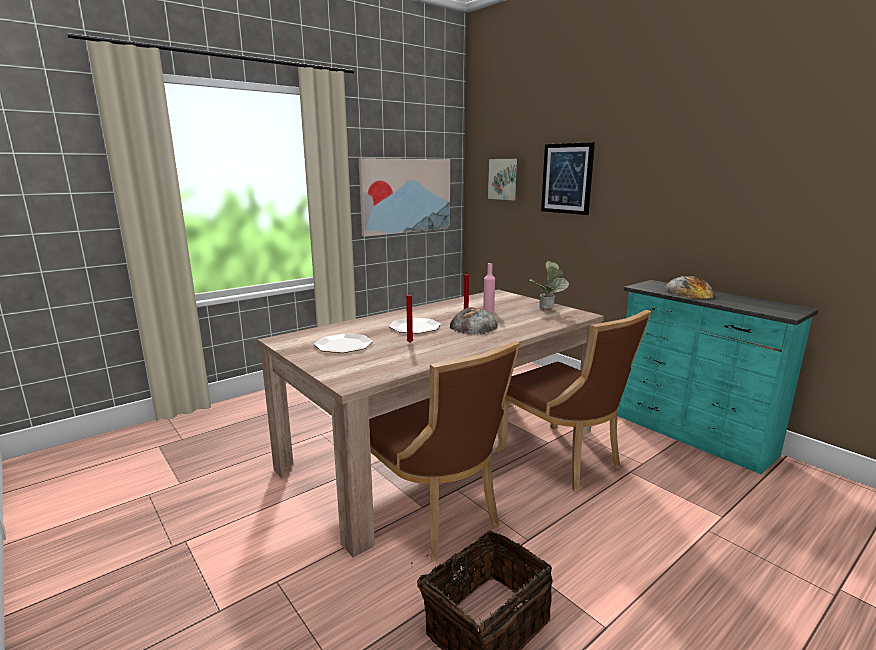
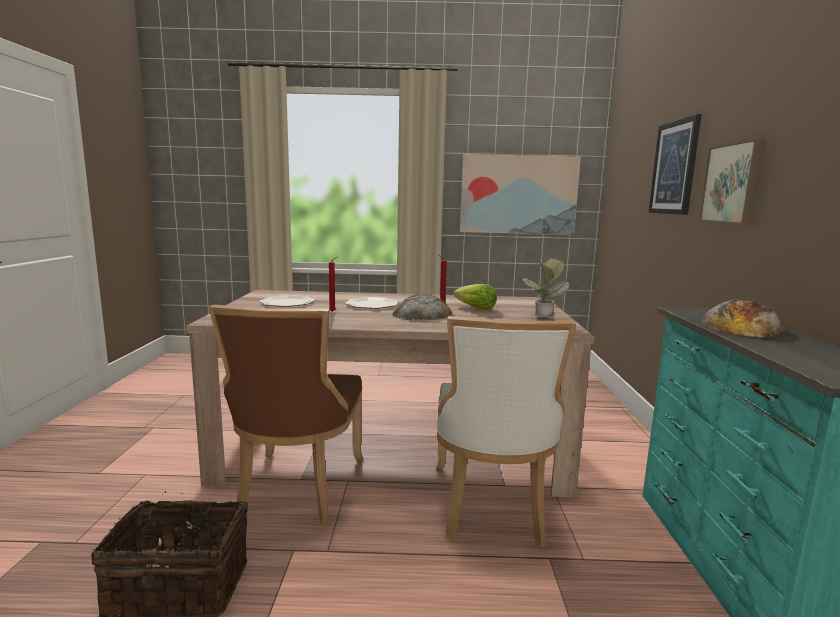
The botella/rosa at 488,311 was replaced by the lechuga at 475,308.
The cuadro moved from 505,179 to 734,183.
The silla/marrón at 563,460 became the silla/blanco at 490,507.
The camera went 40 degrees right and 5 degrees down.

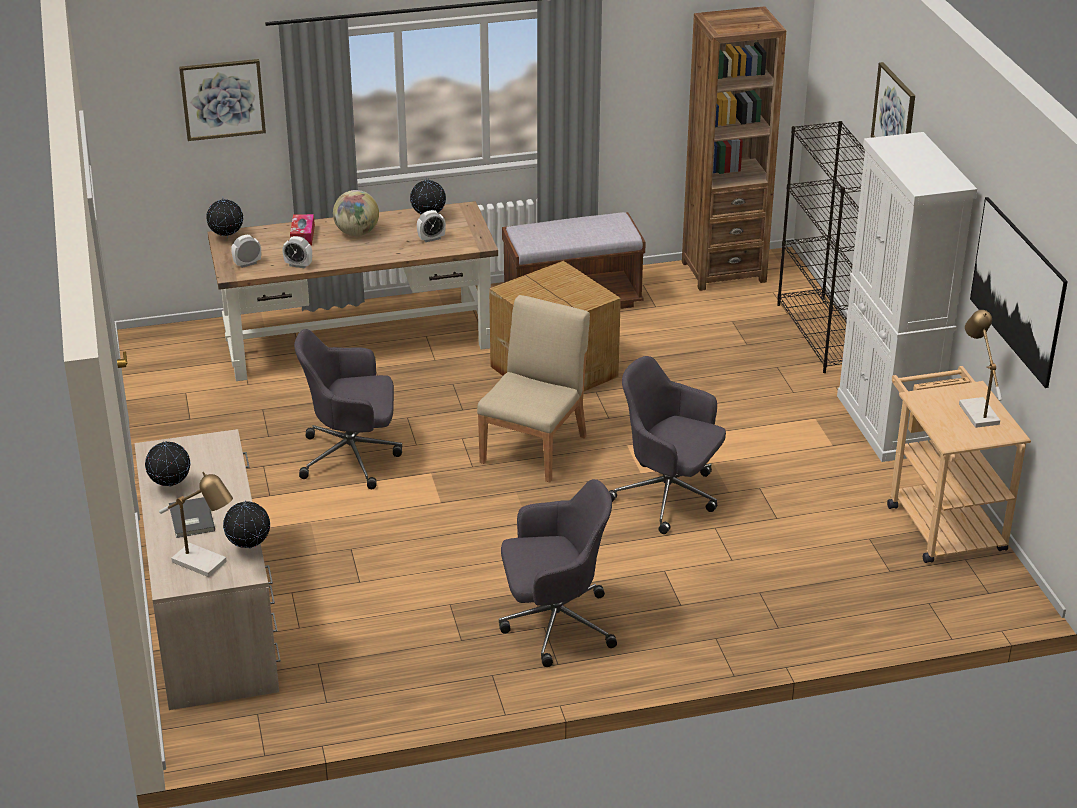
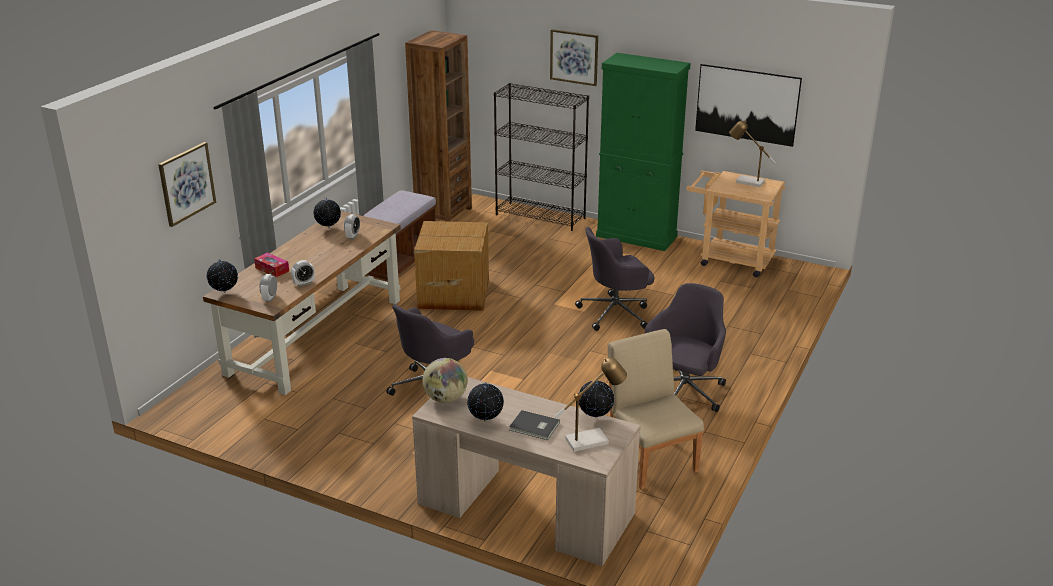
The globo terráqueo moved from 357,233 to 445,399.
The silla/beis moved from 535,448 to 650,458.
The armario/blanco at 886,424 became the armario/verde at 636,236.
The camera went 50 degrees left and 5 degrees down.

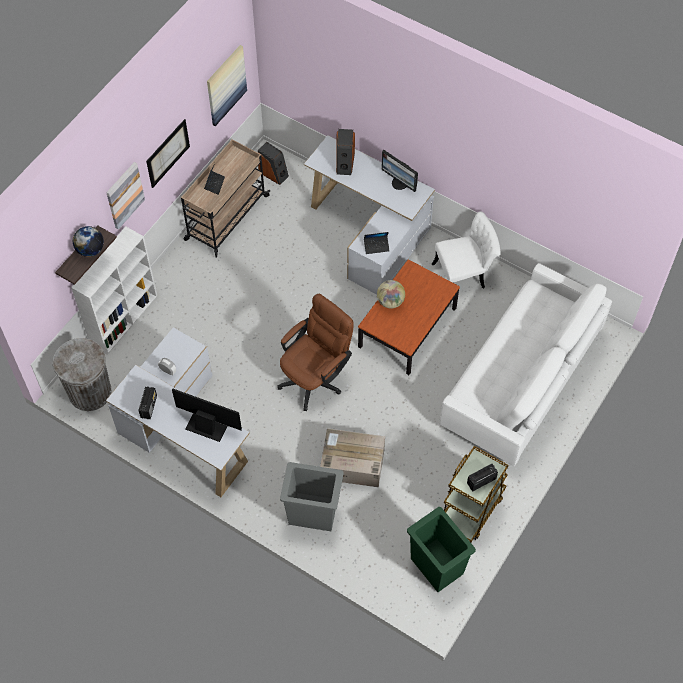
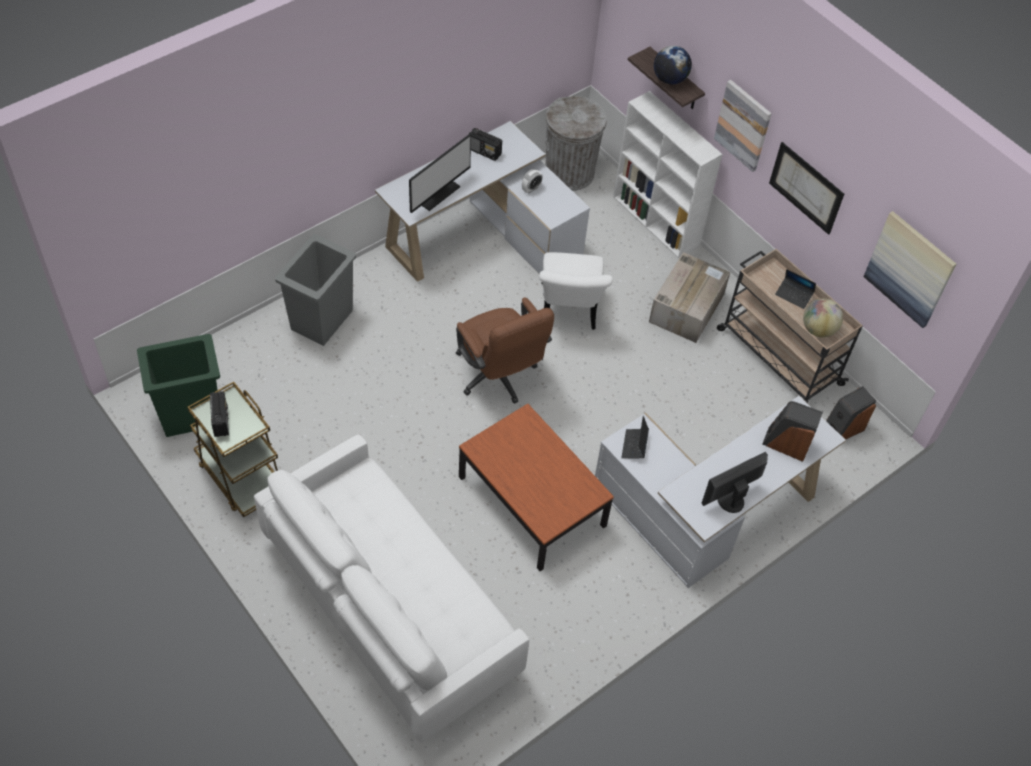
The caja de cartón moved from 351,464 to 687,307.
The globo terráqueo moved from 390,301 to 818,329.
The silla/blanco moved from 464,275 to 568,312.
The camera went 105 degrees right and 5 degrees down.

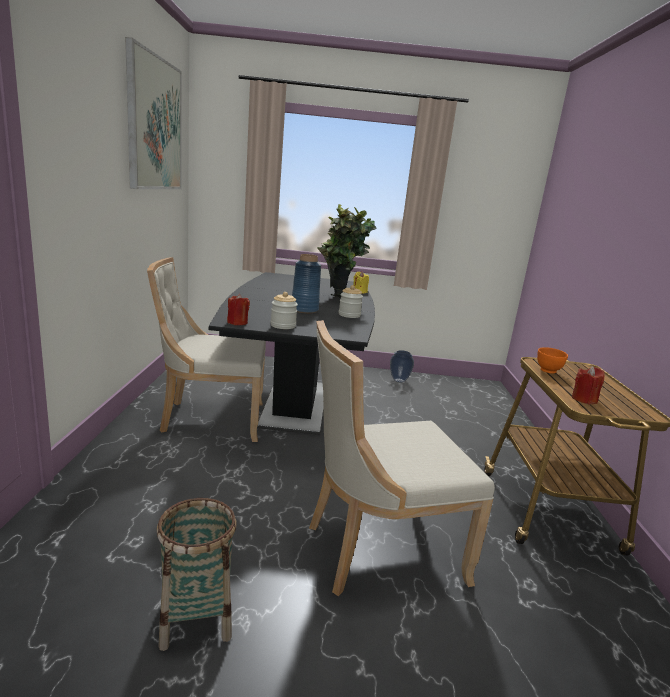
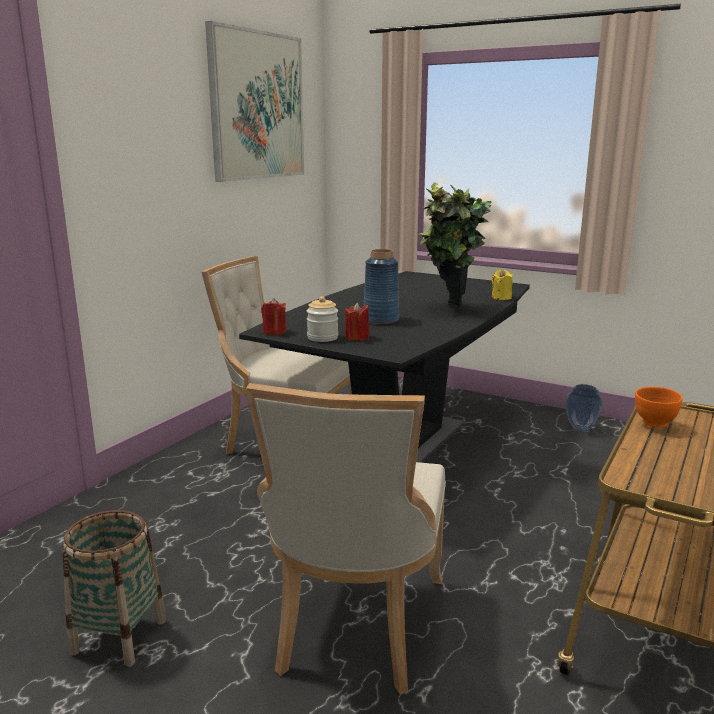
The silla/beis at 377,550 turned 90 degrees counterclockwise.
The tarro at 349,315 disappeared.
The vela/rojo moved from 584,399 to 357,337.
The camera went 30 degrees right and 0 degrees up.

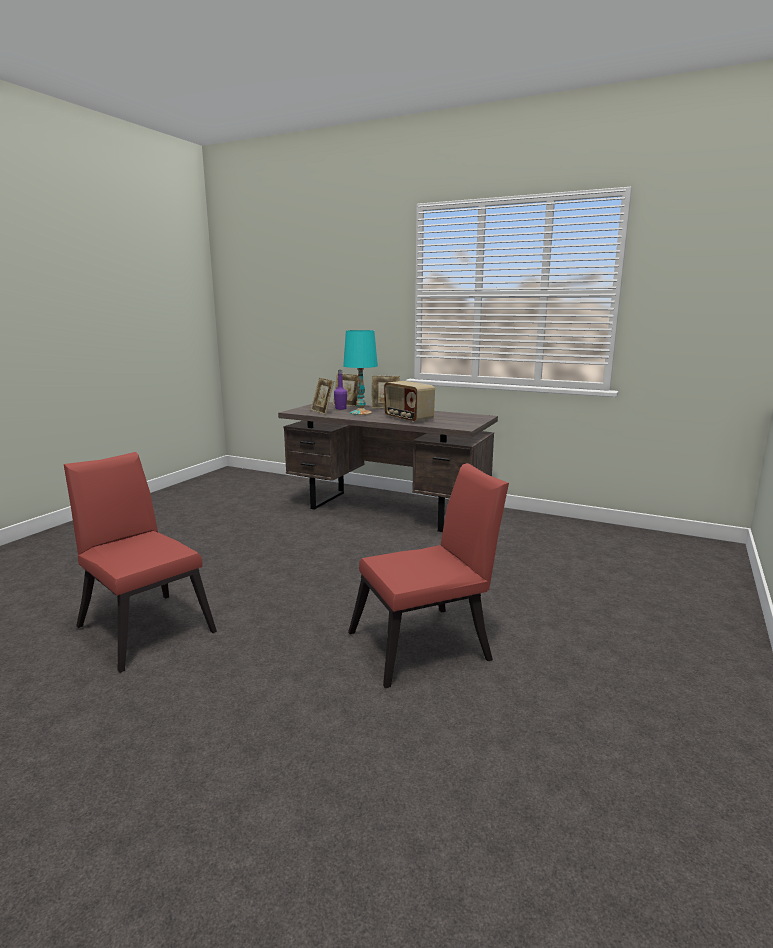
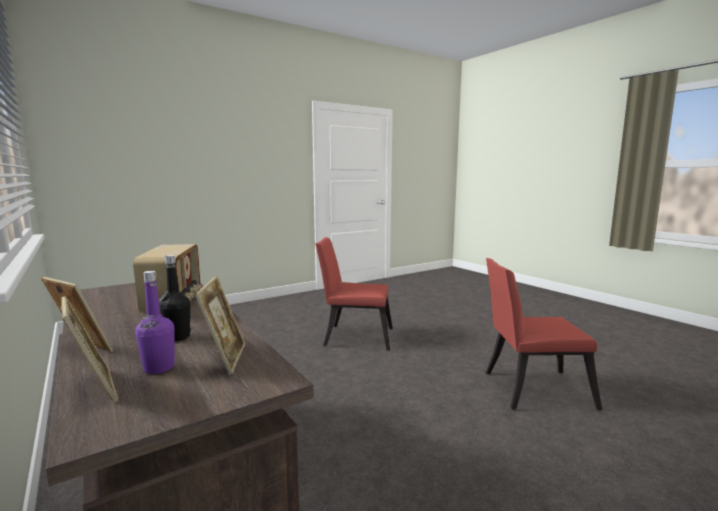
The silla/rojo at 144,625 turned 105 degrees clockwise.
The lámpara de mesa/turquesa at 360,413 was replaced by the botella/negro at 177,337.
The camera went 150 degrees left and 5 degrees down.

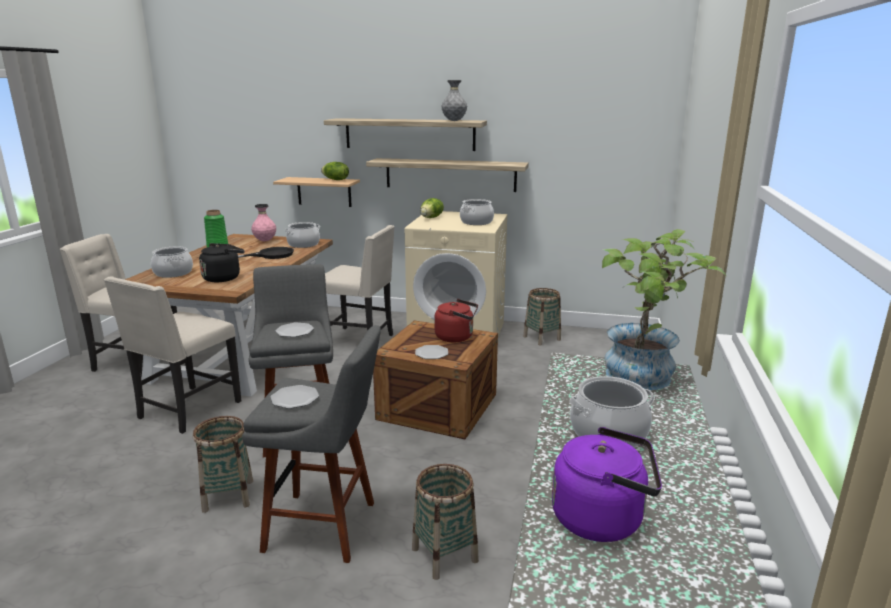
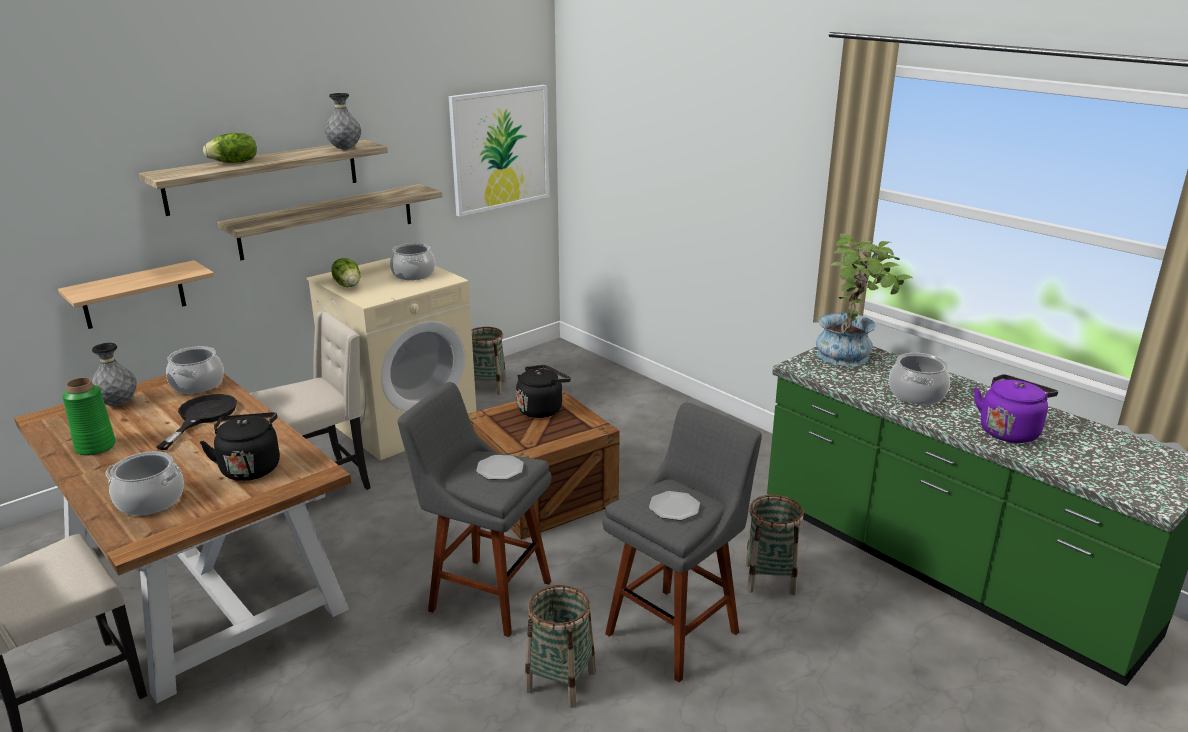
The silla/beis at 187,410 disappeared.
The florero/rosa at 265,241 became the florero/gris at 118,404.
The lechuga moved from 335,180 to 234,162.
The plato at 431,353 disappeared.
The hervidor/rojo at 456,337 became the hervidor/negro at 542,409.
The cuadro at 500,149 appeared.
The camera went 55 degrees left and 5 degrees up.

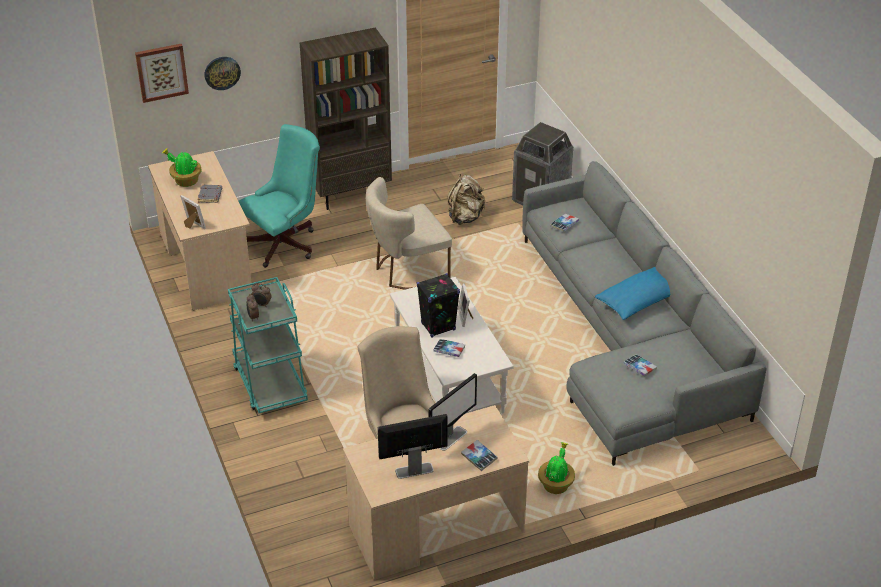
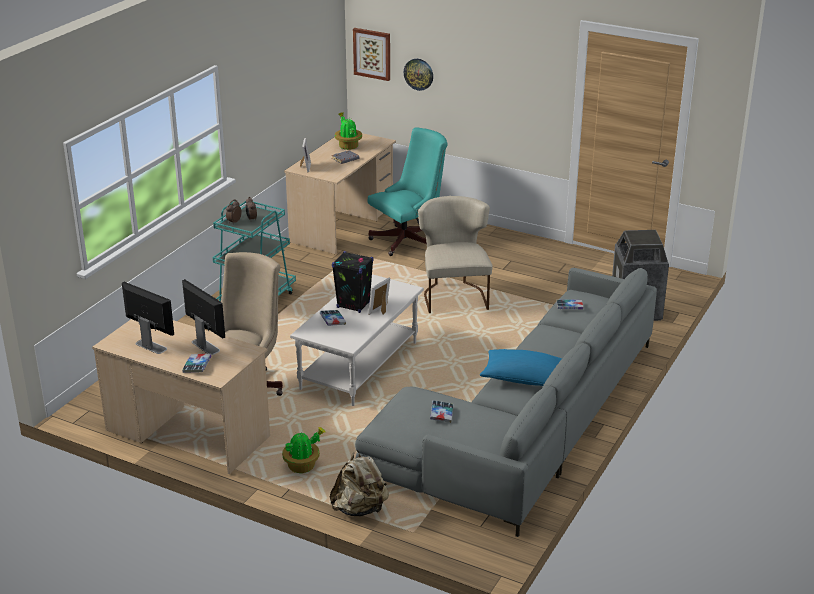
The silla de oficina/turquesa at 285,243 turned 45 degrees counterclockwise.
The estantería/marrón at 351,194 disappeared.
The silla/beis at 406,270 turned 60 degrees clockwise.
The monitor at 451,438 turned 135 degrees counterclockwise.
The mochila/beis moved from 465,217 to 360,509.
The camera went 50 degrees right and 10 degrees down.

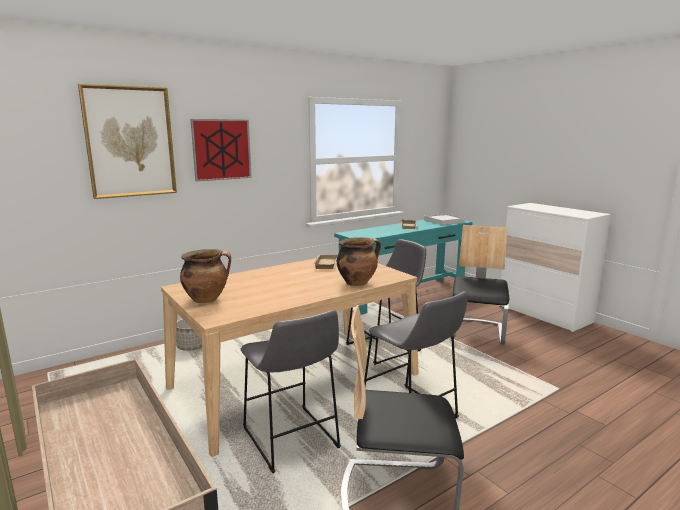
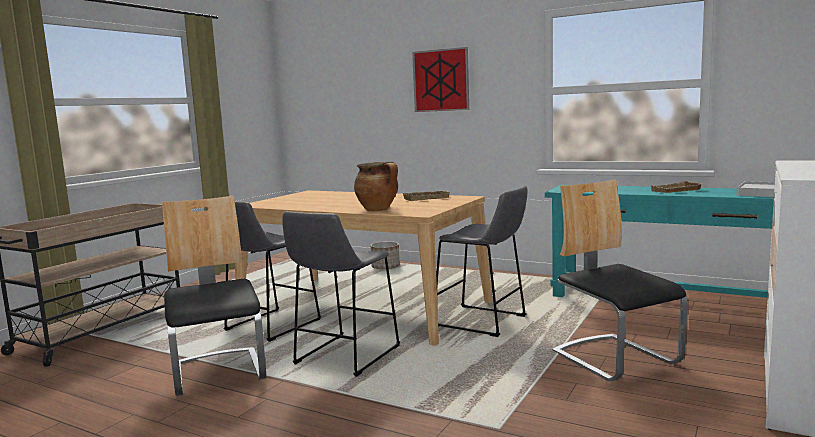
The cuadro at 130,142 disappeared.
The olla at 207,299 disappeared.
The silla at 477,332 turned 105 degrees counterclockwise.
The camera went 65 degrees right and 5 degrees down.

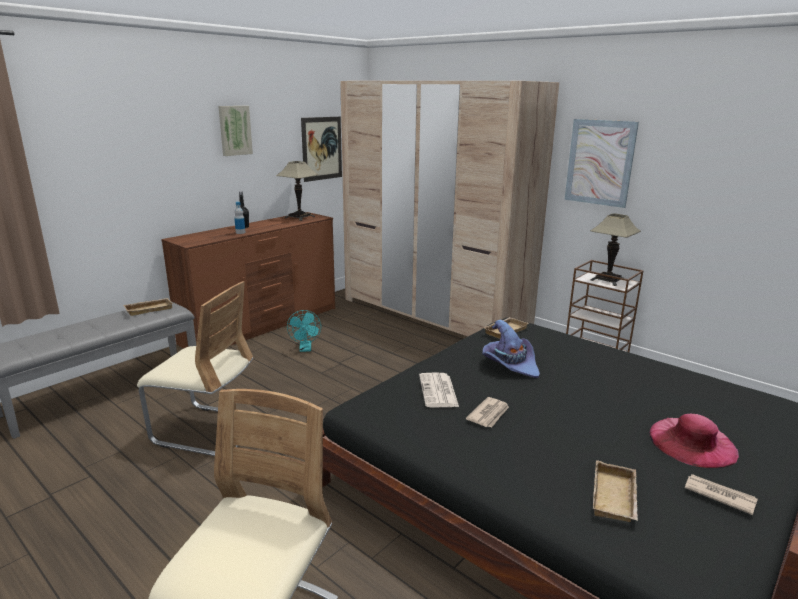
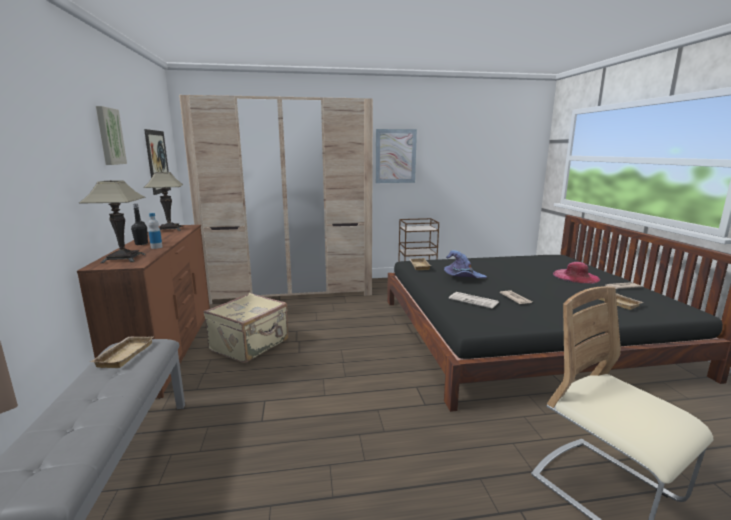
The silla/beis at 207,431 disappeared.
The ventilador/turquesa at 305,349 was replaced by the maleta/beis at 251,345.
The lámpara de mesa moved from 608,280 to 123,258.
The camera went 50 degrees left and 5 degrees down.

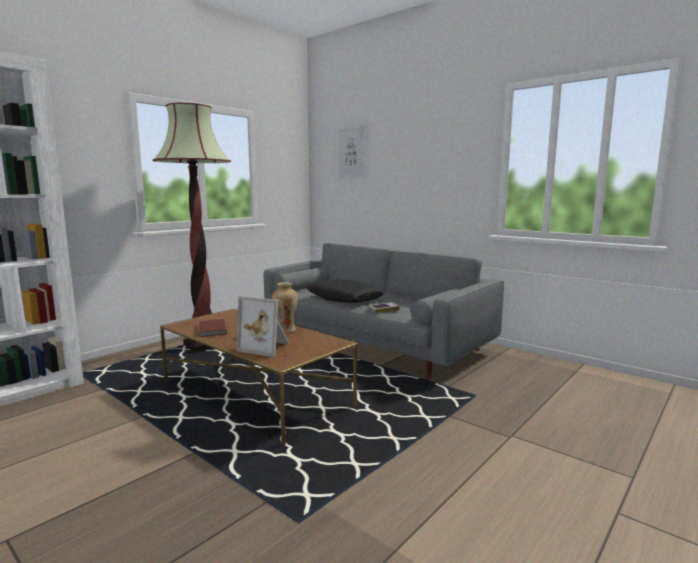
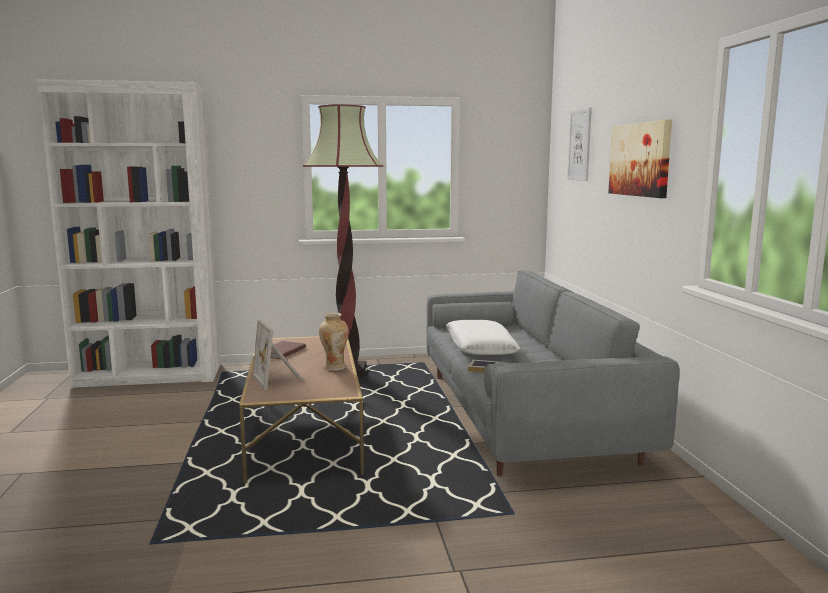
The cojín/negro at 344,299 became the cojín/blanco at 480,347.
The cuadro at 640,159 appeared.
The camera went 40 degrees right and 0 degrees up.

